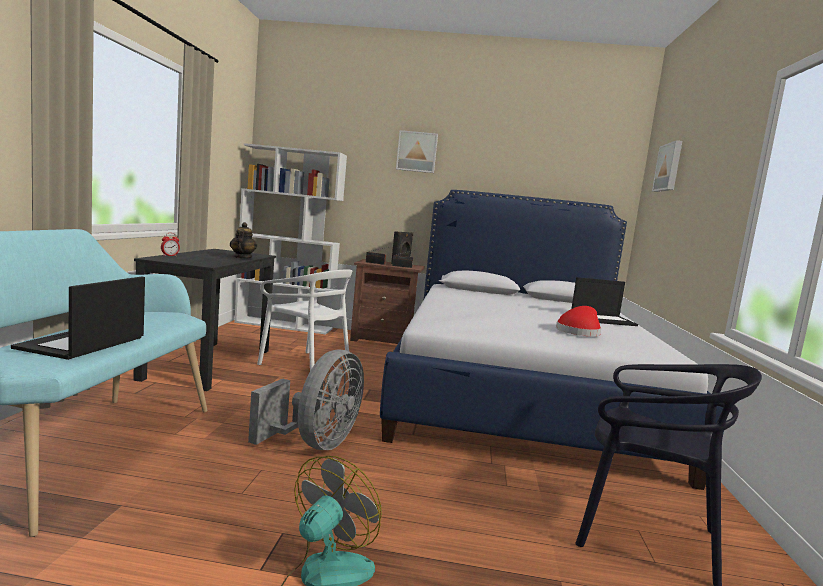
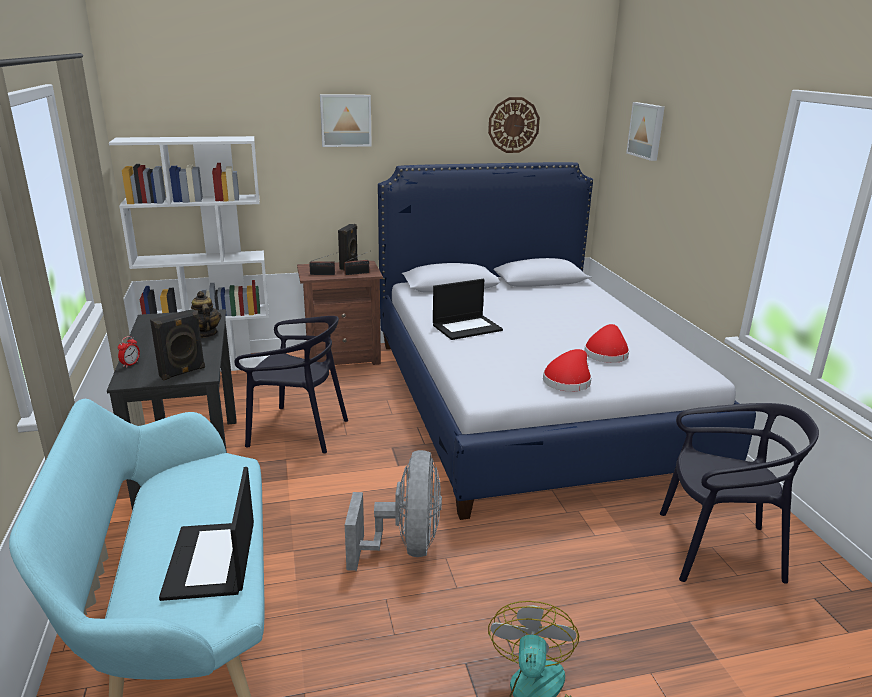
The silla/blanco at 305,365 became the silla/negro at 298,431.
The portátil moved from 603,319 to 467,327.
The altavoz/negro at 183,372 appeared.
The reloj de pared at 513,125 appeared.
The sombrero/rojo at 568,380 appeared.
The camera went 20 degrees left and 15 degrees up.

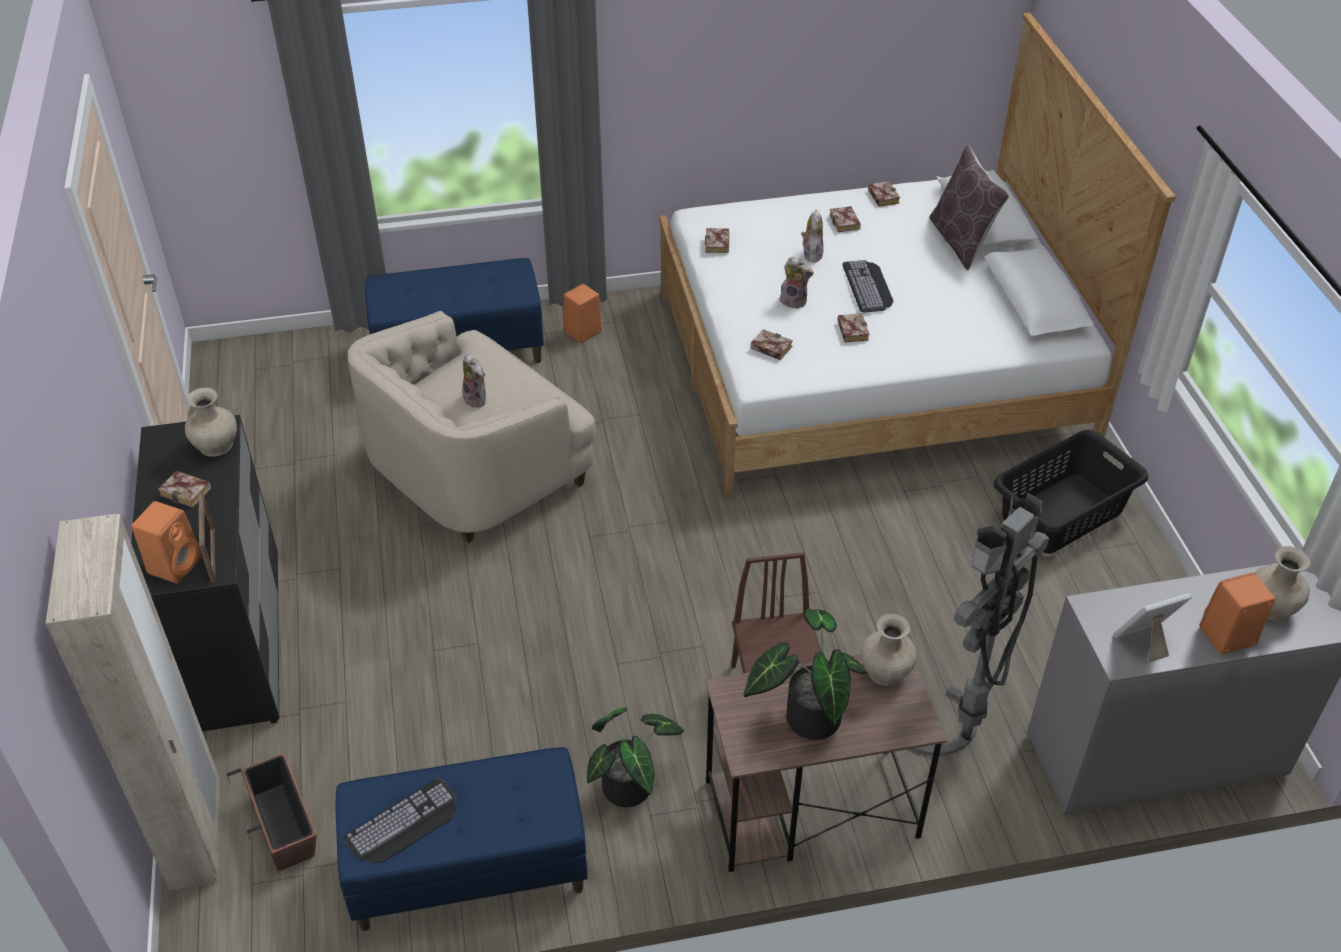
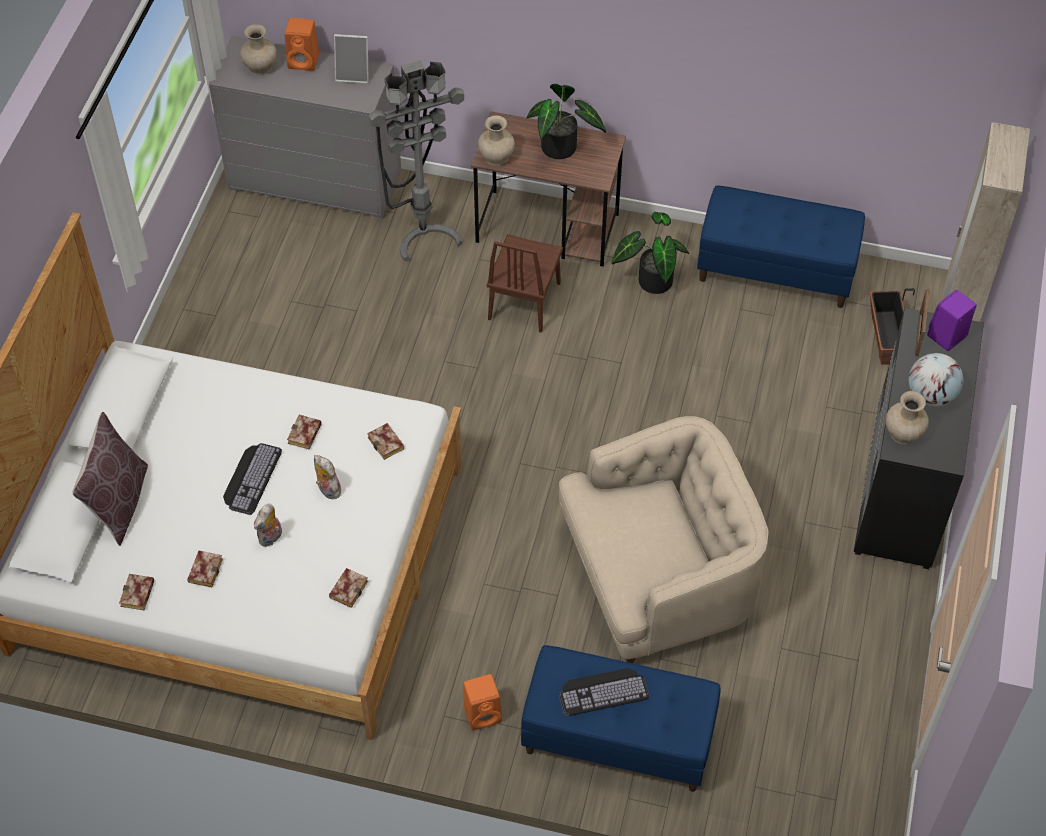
The altavoz/naranja at 175,564 became the altavoz/morado at 946,337.
The libro at 188,492 was replaced by the globo terráqueo at 930,395.
The teclado moved from 404,825 to 603,690.
The peluche at 477,399 disappeared.
The cesto de la ropa/negro at 1060,513 disappeared.
The camera went 155 degrees left and 10 degrees up.

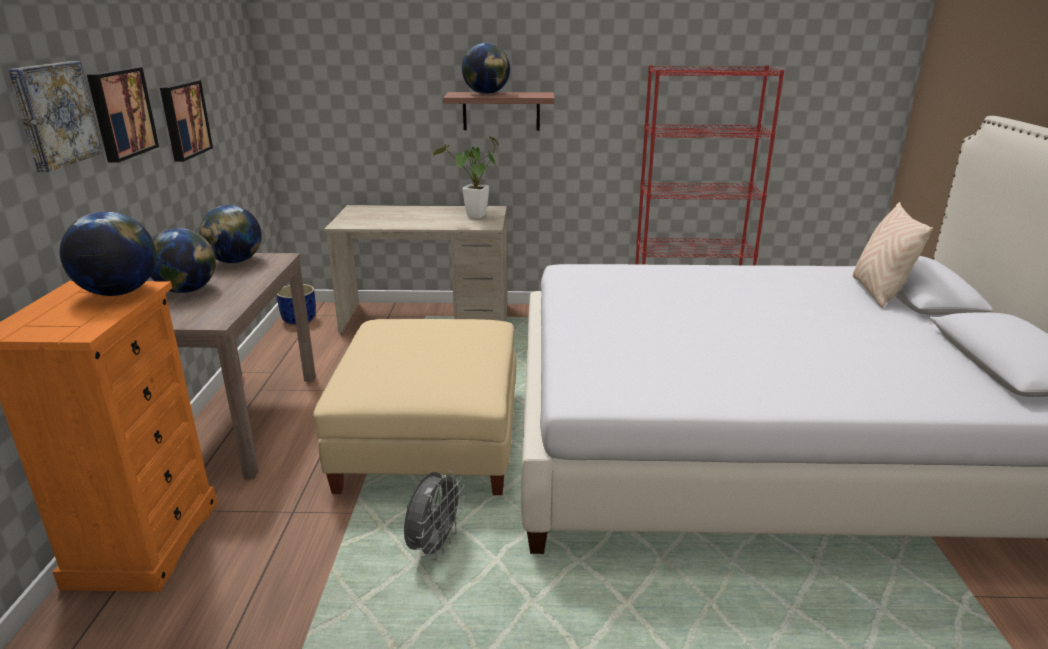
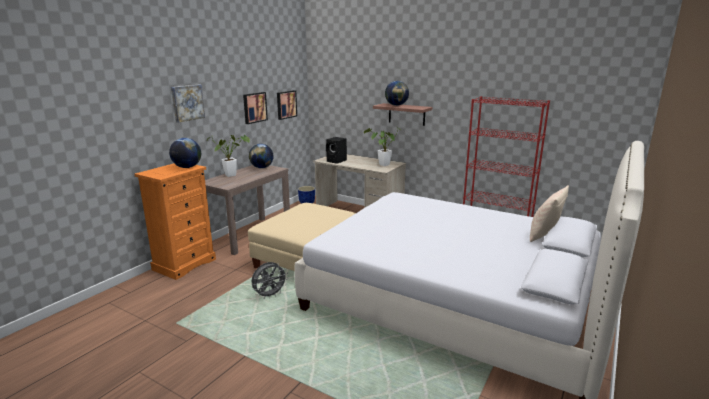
The cuadro moved from 120,113 to 286,104.
The globo terráqueo at 187,290 was replaced by the planta en maceta at 233,175.
The altavoz/negro at 337,161 appeared.
The camera went 30 degrees right and 5 degrees down.

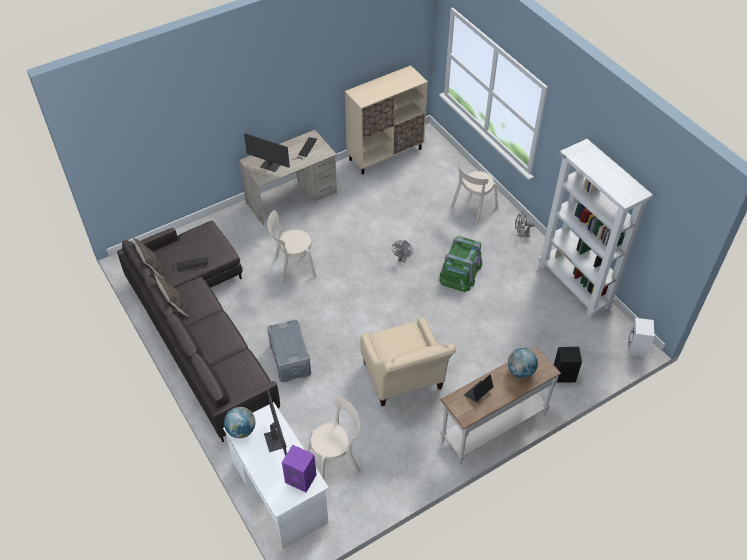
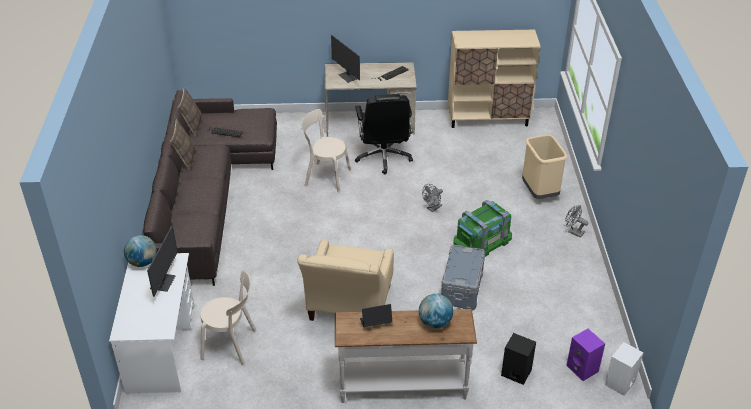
The caja de almacenaje/gris moved from 289,359 to 461,288.
The altavoz/morado moved from 301,478 to 583,369.
The silla/beis at 472,208 was replaced by the papelera/beis at 539,192.
The estantería/blanco at 575,286 disappeared.
The silla de oficina/negro at 384,157 appeared.
The camera went 30 degrees right and 10 degrees down.

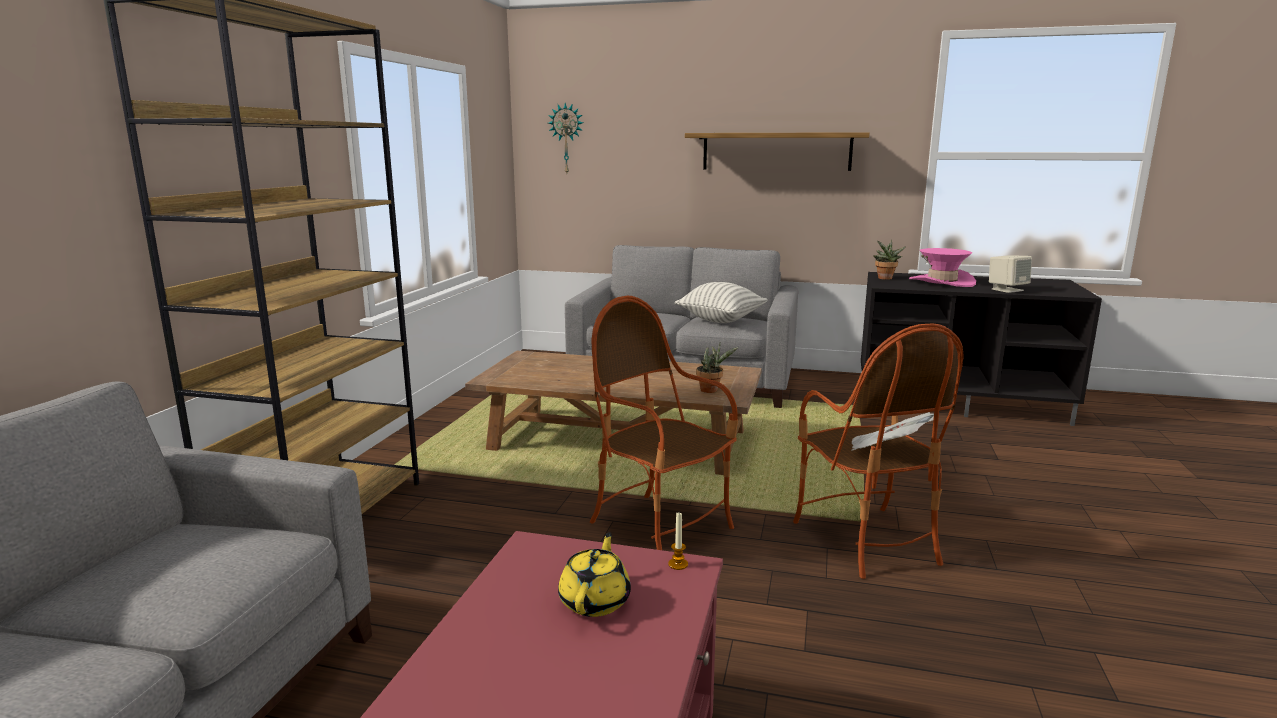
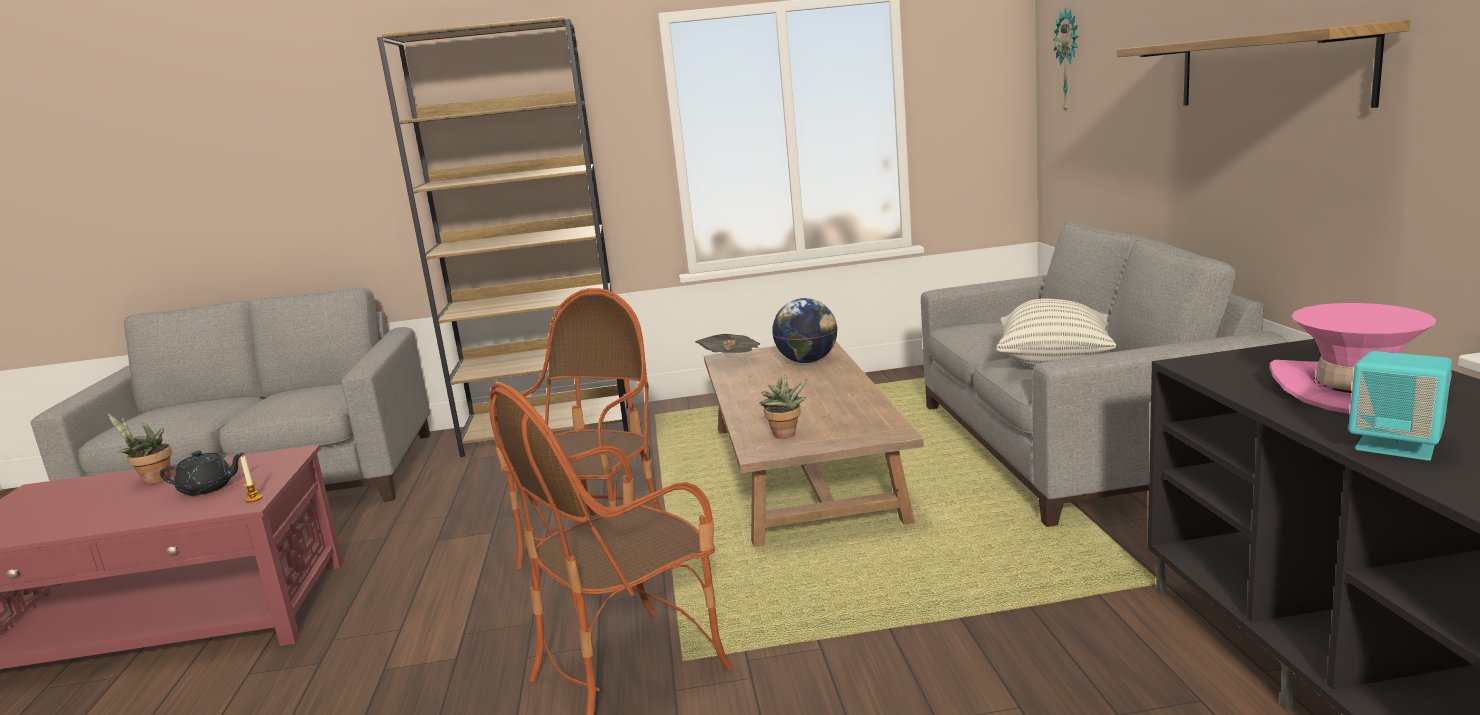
The tetera/amarillo at 595,600 became the tetera/negro at 208,488.
The periódico moved from 887,451 to 731,361.
The planta en maceta moved from 885,278 to 153,480.
The altavoz/beis at 1007,290 became the altavoz/turquesa at 1396,445.
The globo terráqueo at 807,361 appeared.
The camera went 70 degrees right and 0 degrees up.

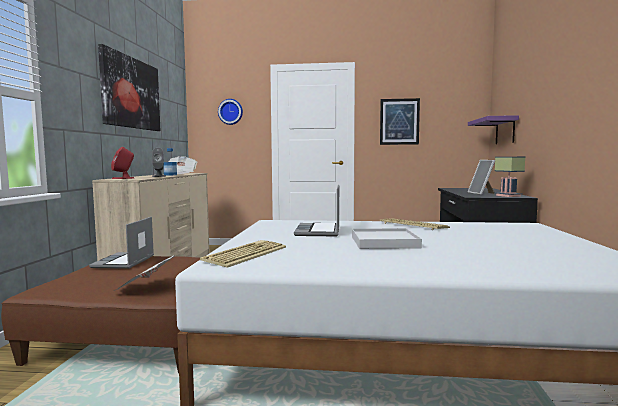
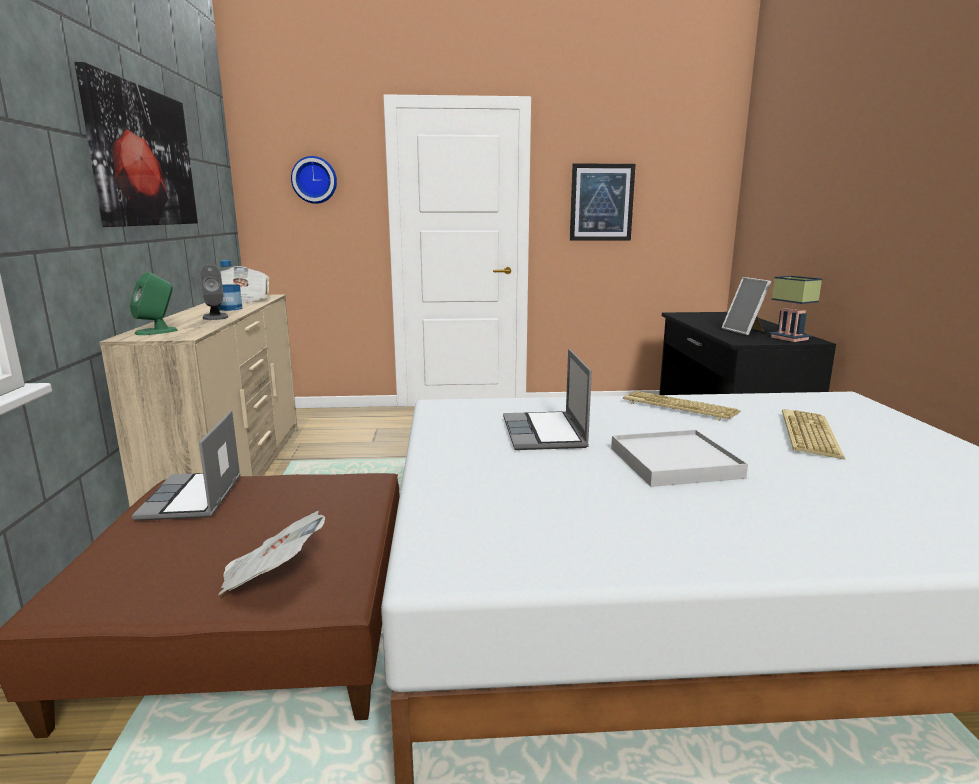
The altavoz/rojo at 123,178 became the altavoz/verde at 157,331.
The teclado moved from 245,254 to 807,434.
The estante/morado at 505,131 disappeared.
The camera went 10 degrees left and 10 degrees up.

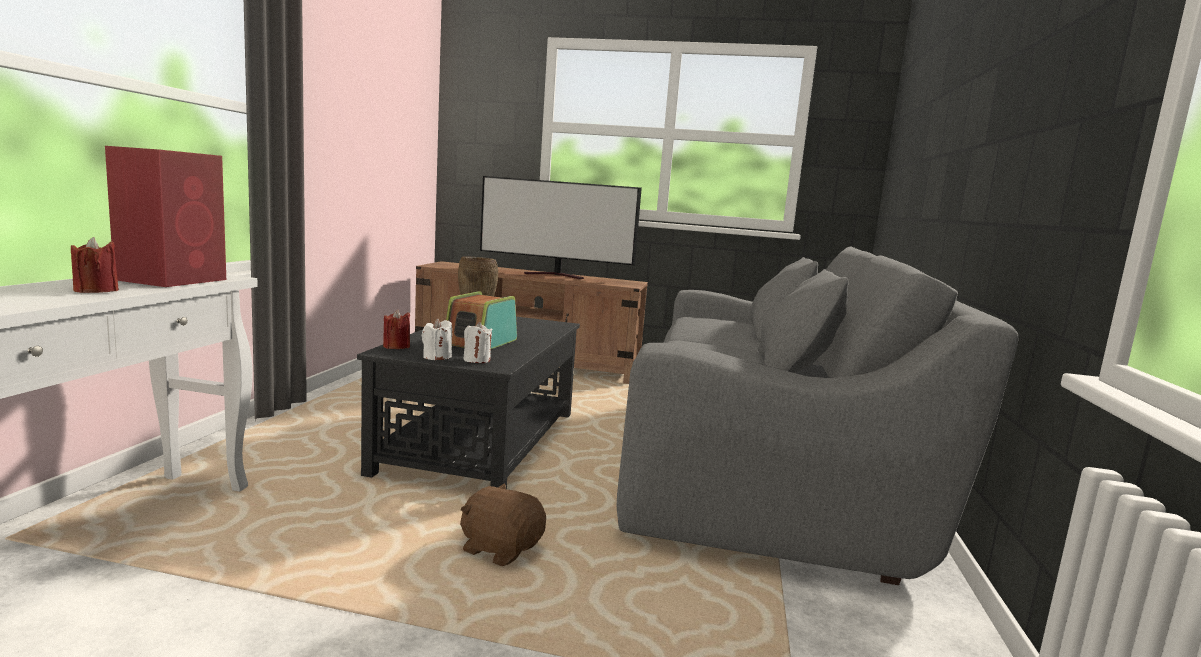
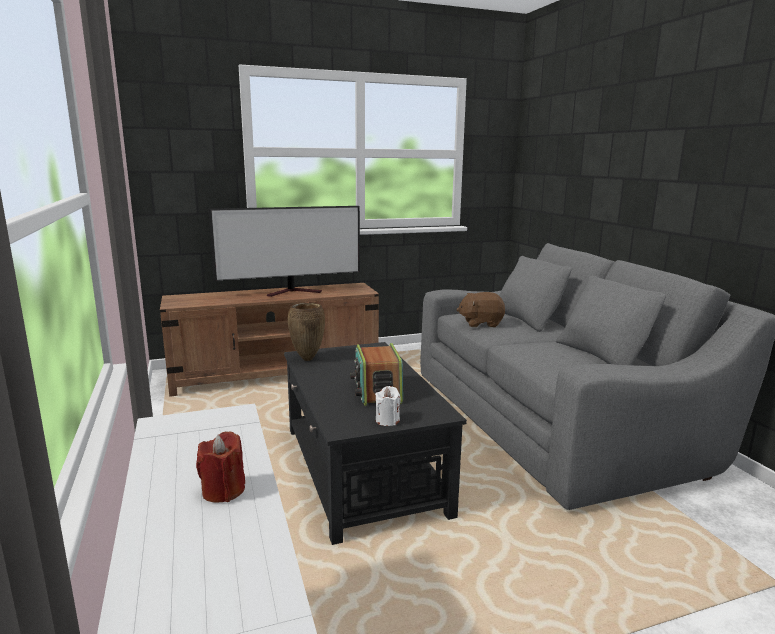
The altavoz/rojo at 174,279 disappeared.
The vela/rojo at 396,347 disappeared.
The peluche/marrón moved from 501,549 to 481,323.
The vela/blanco at 477,360 disappeared.
The camera went 30 degrees left and 5 degrees up.

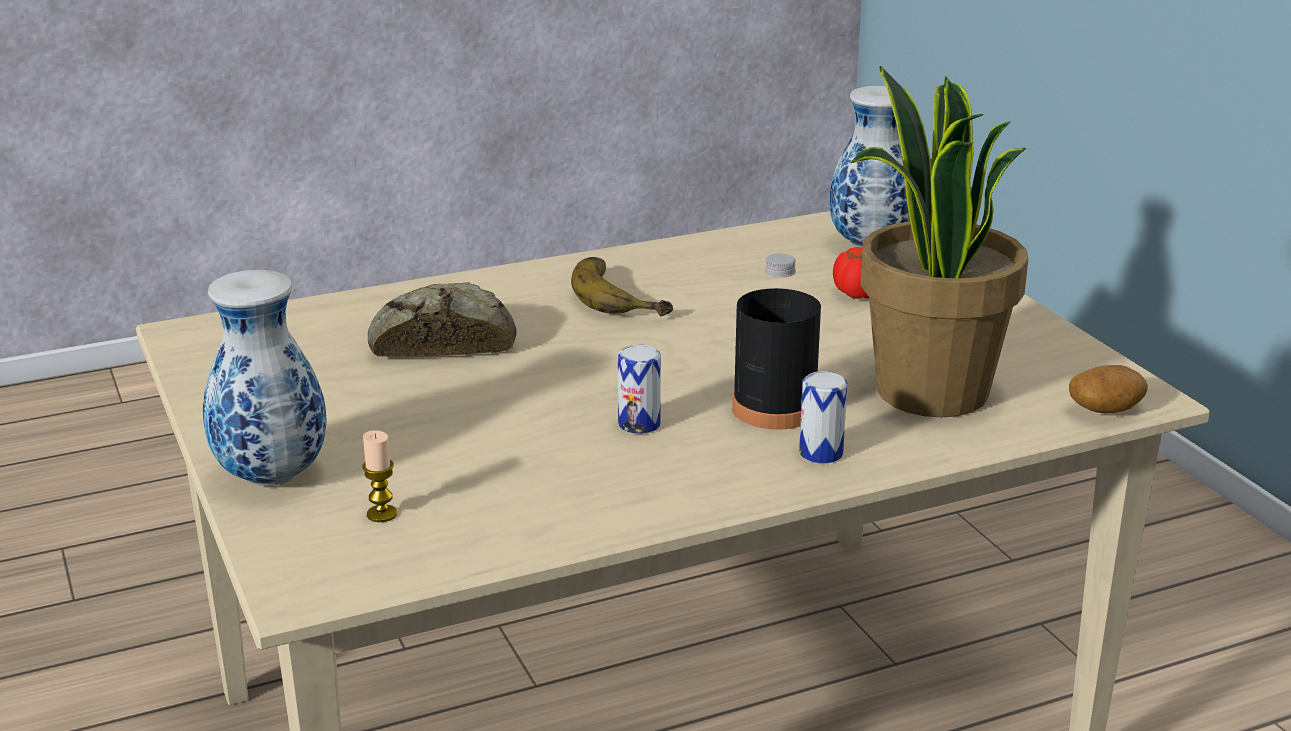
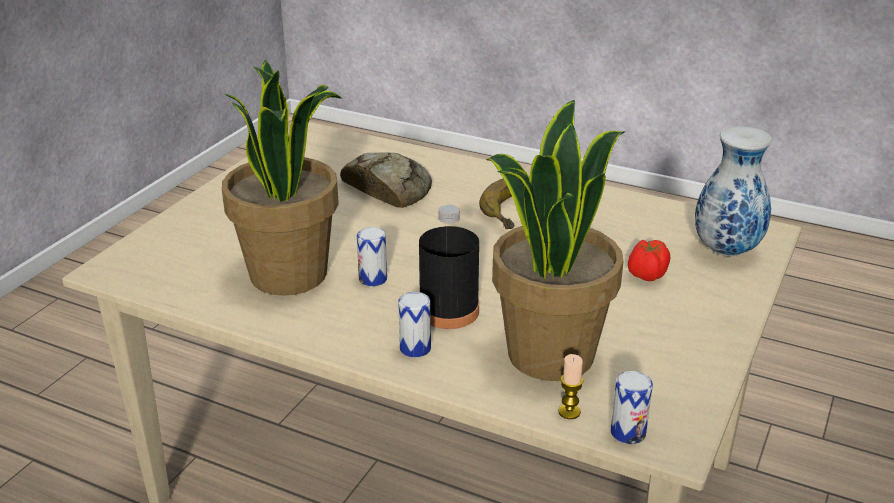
The florero at 269,477 disappeared.
The vela moved from 382,514 to 569,412.
The patata at 1105,409 was replaced by the lata at 628,433.
The planta en maceta at 290,274 appeared.
The camera went 50 degrees right and 5 degrees up.

